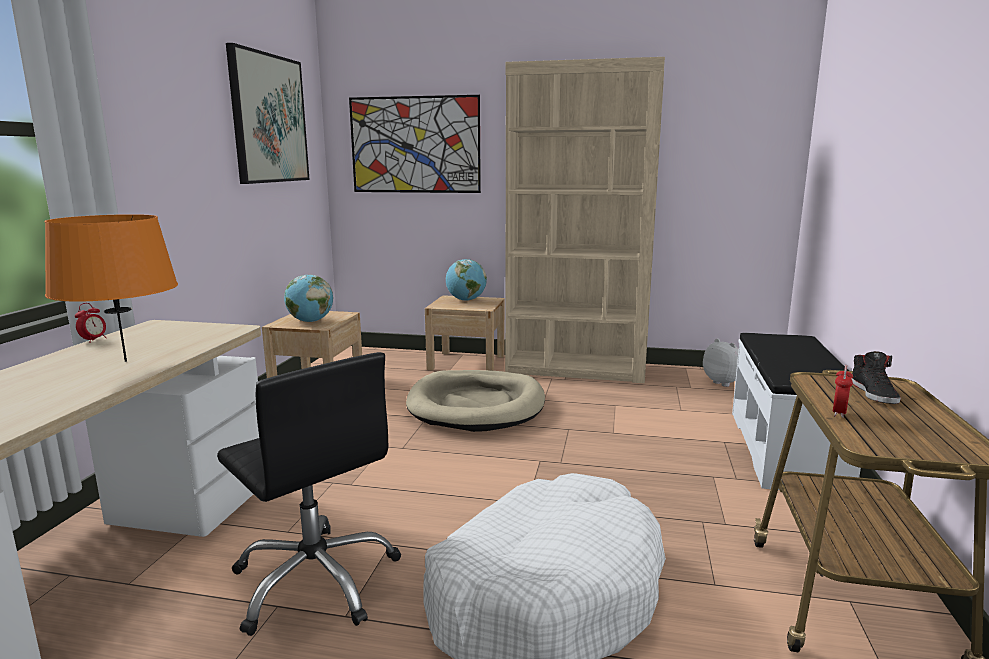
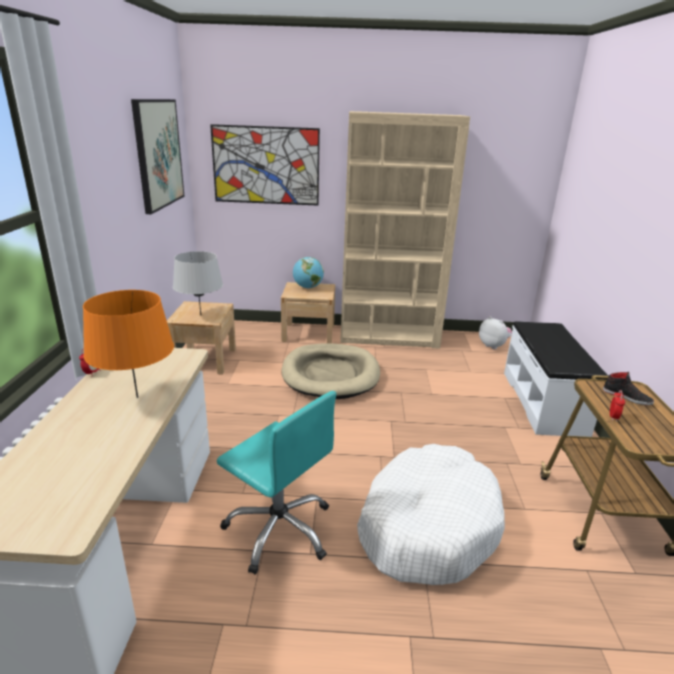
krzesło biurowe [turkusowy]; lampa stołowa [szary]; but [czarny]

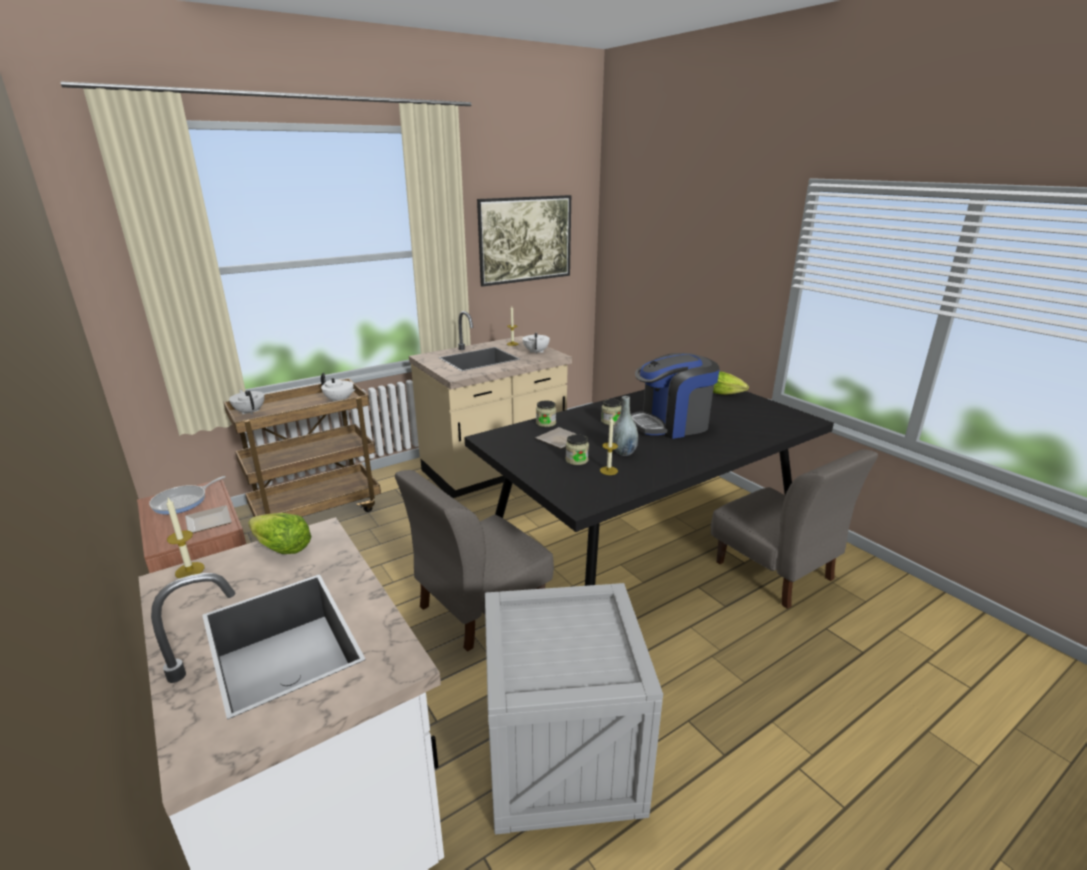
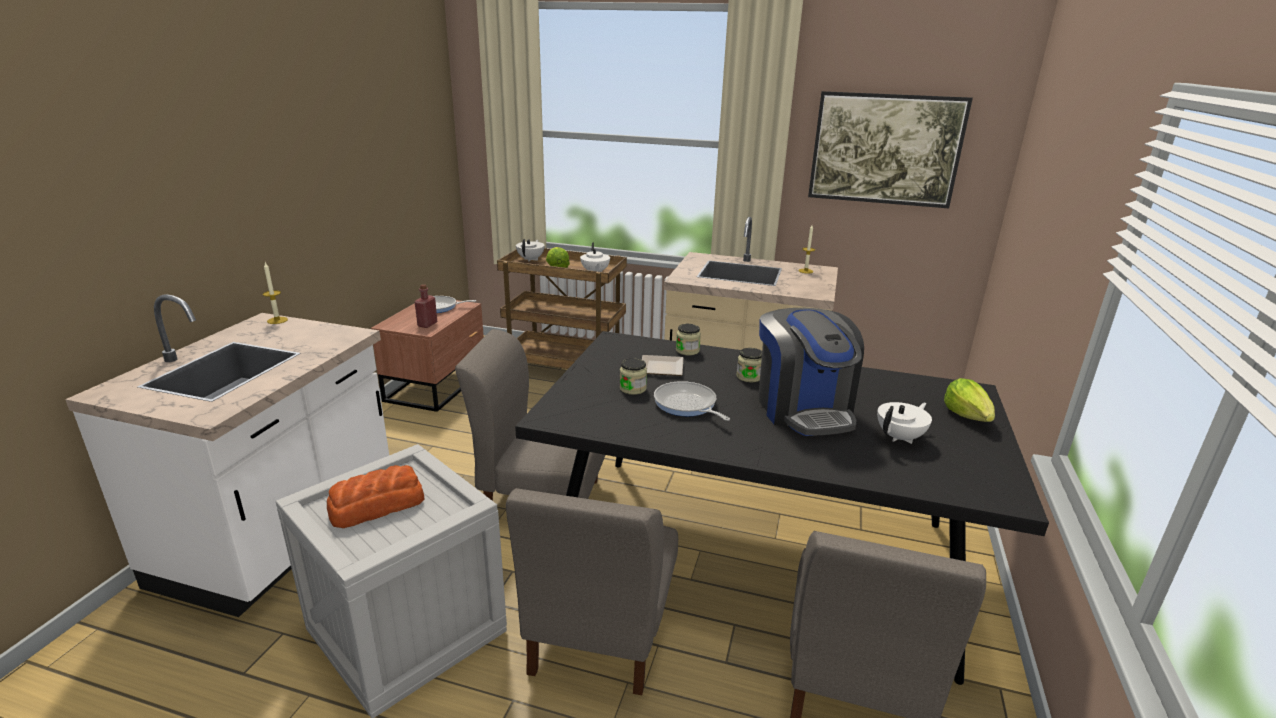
butelka [czerwony]; sałata (1st from left); imbryk [biały] (3rd from left); świeca (3rd from left in the first image); patelnia (2nd from left); ekspres do kawy; chleb; krzesło [szary] (2nd from left)

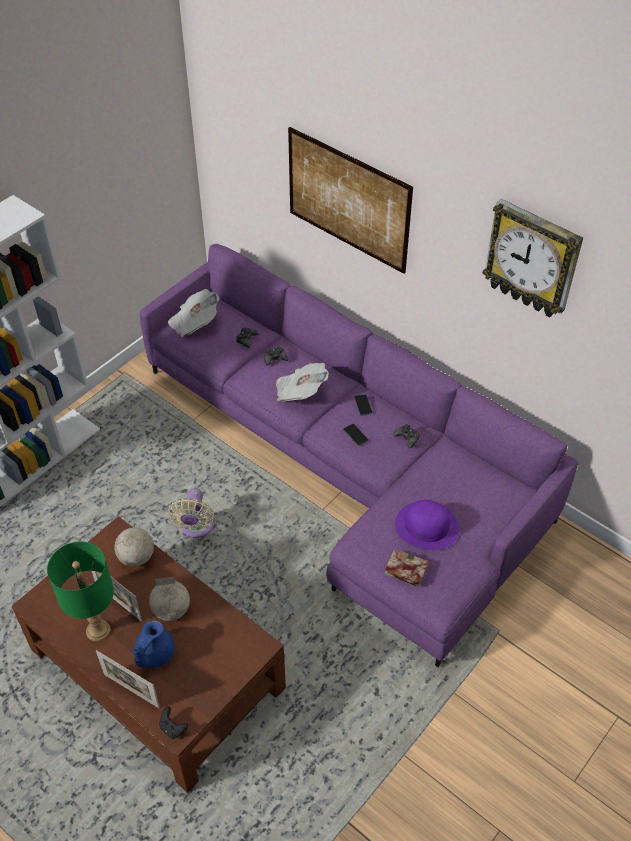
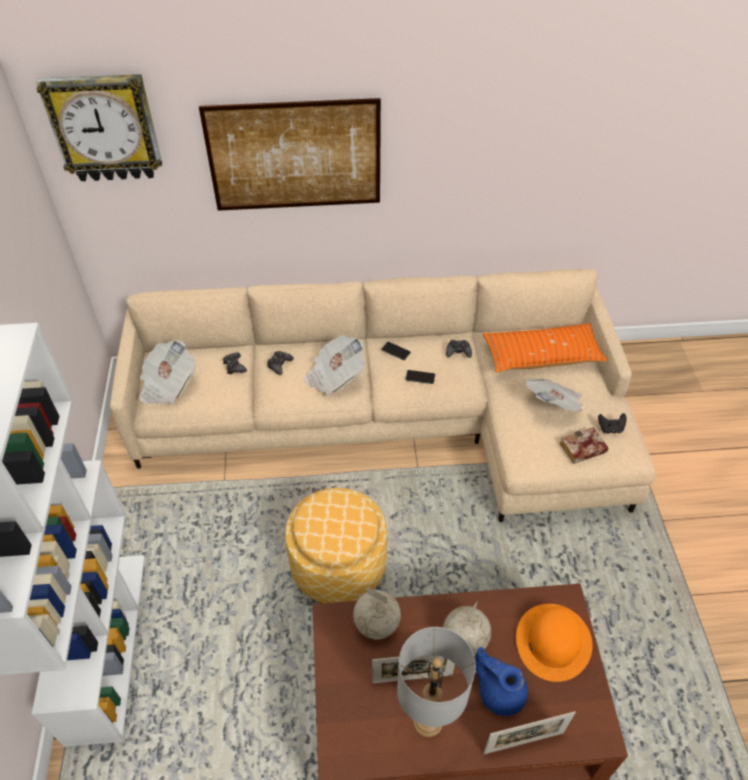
lampa stołowa [szary]; imbryk [niebieski]; kanapa [beżowy]; pad do gier [czarny] (4th from left); pufa; gazeta (3rd from left); zegar ścienny; poduszka [pomarańczowy]; kapelusz [pomarańczowy]

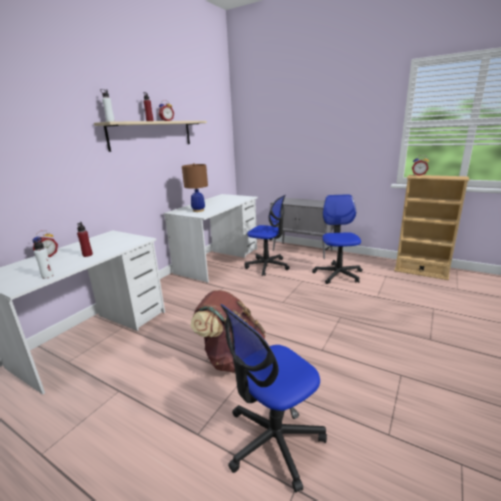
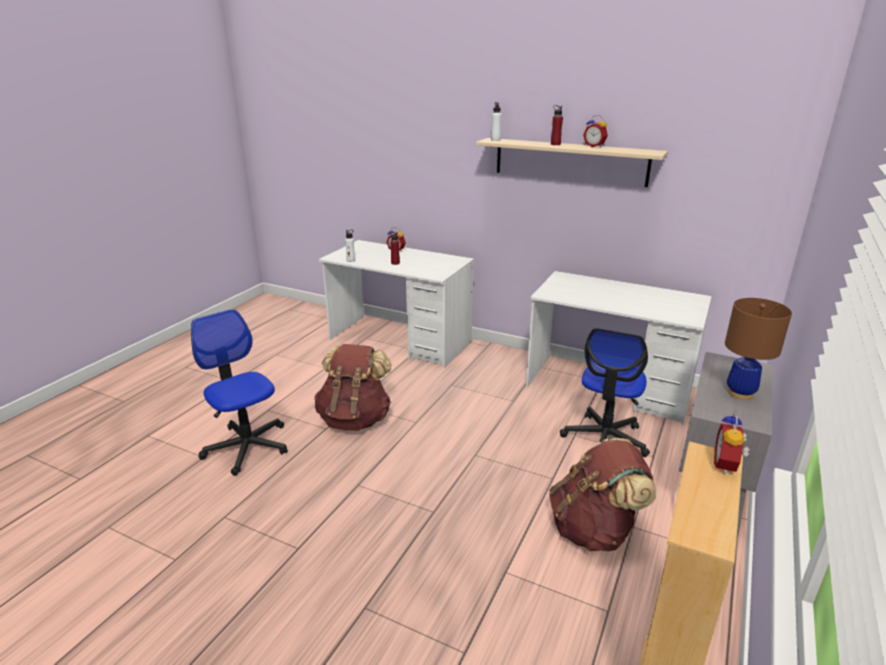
lampa stołowa [brązowy]; plecak [brązowy] (2nd from left)

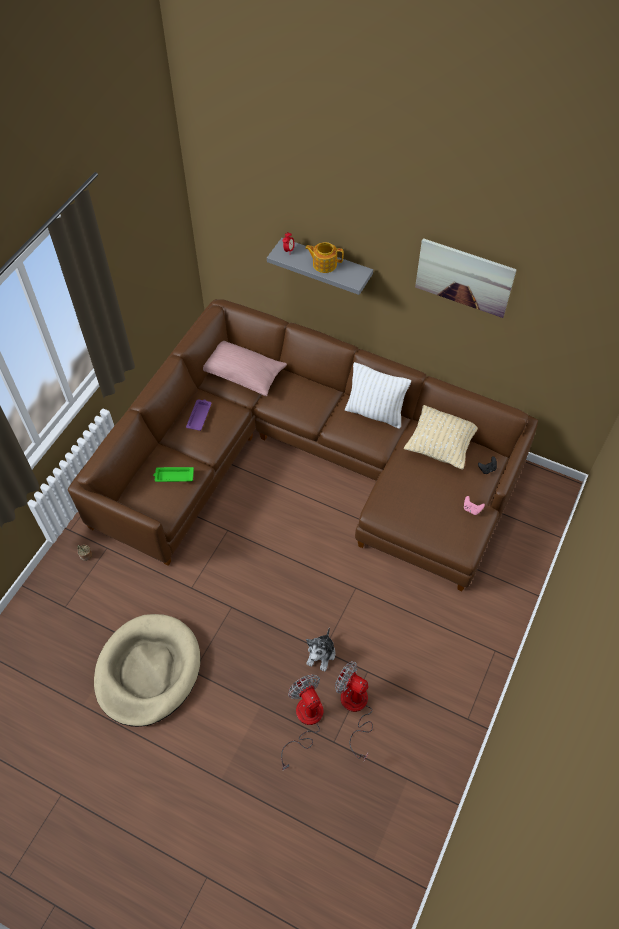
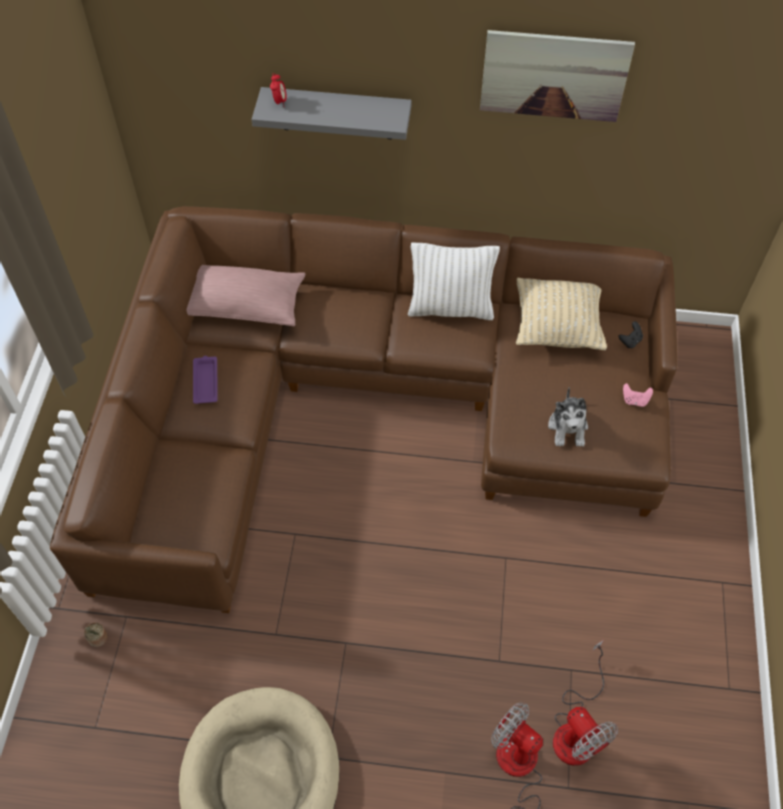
taca [zielony]; imbryk; pluszak; wentylator (2nd from left)

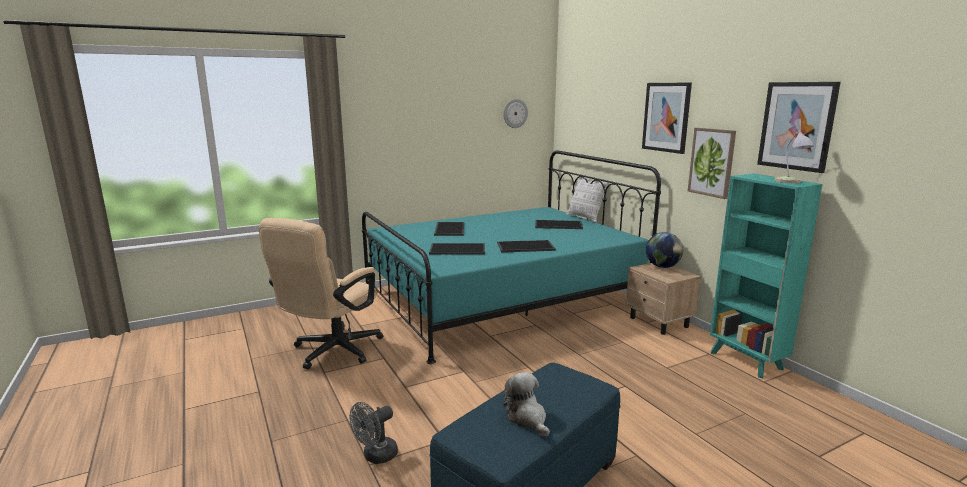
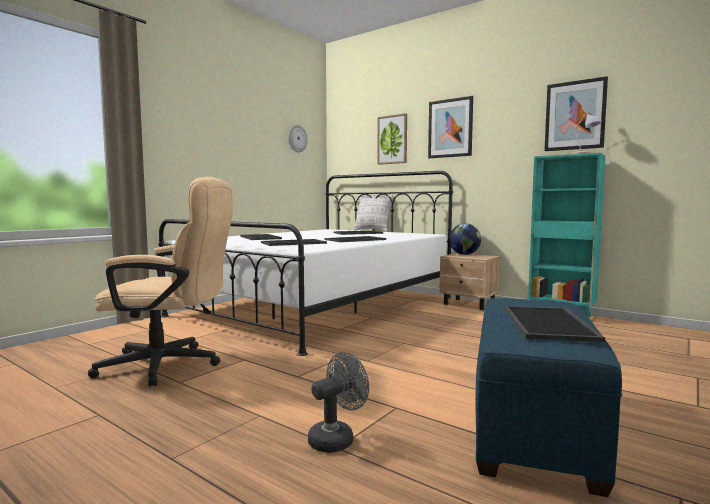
krzesło biurowe [beżowy]; wentylator [szary]; łóżko [biały]; taca (5th from left); obraz (1st from left)

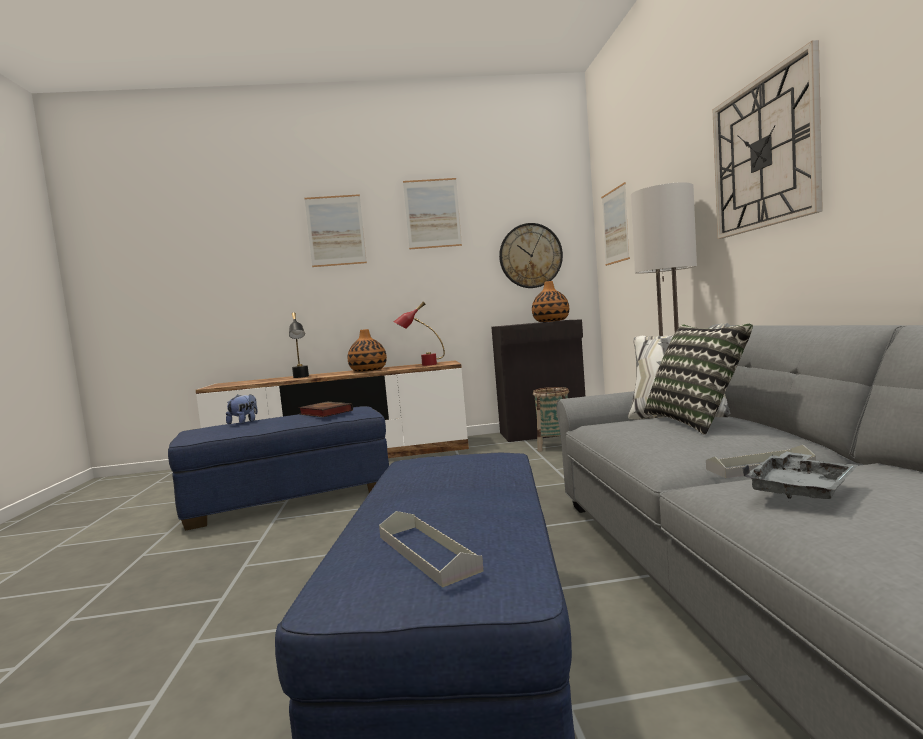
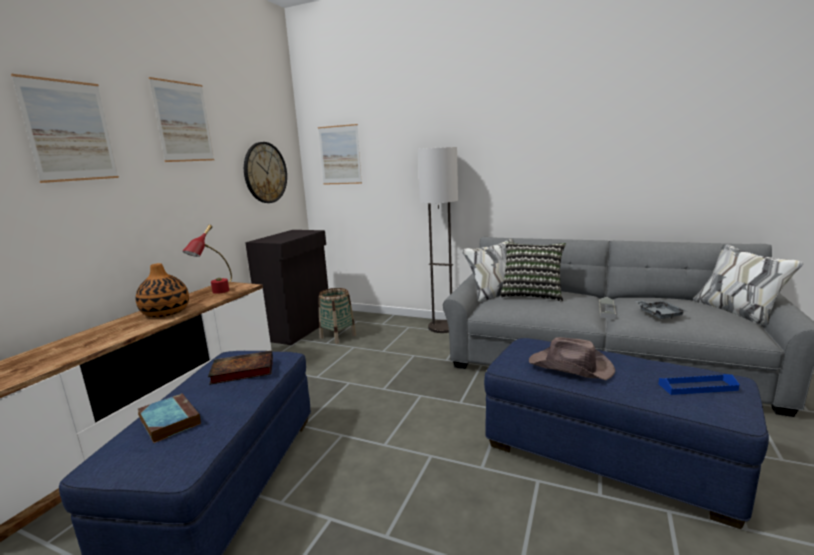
książka (1st from left); lampa stołowa [czarny]; taca [niebieski]; wazon (2nd from left in the first image); zegar ścienny (2nd from left in the first image); kapelusz [brązowy]

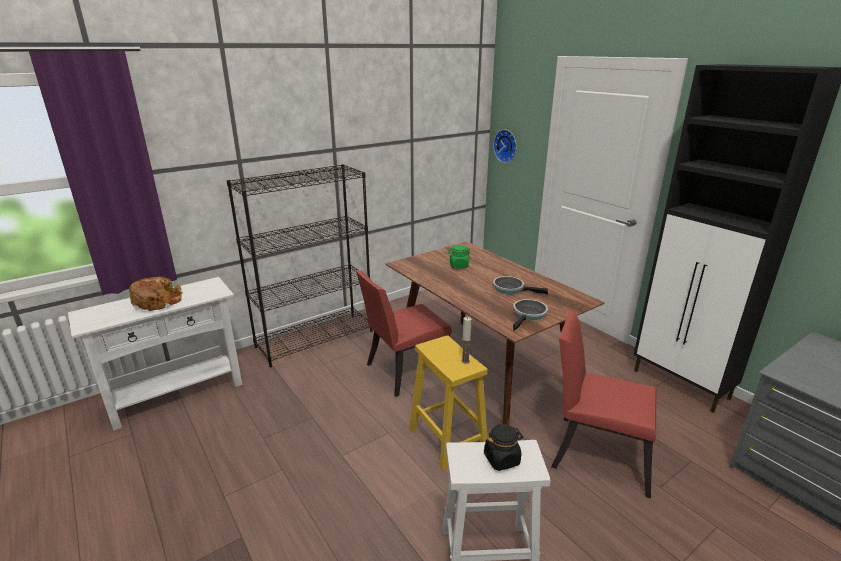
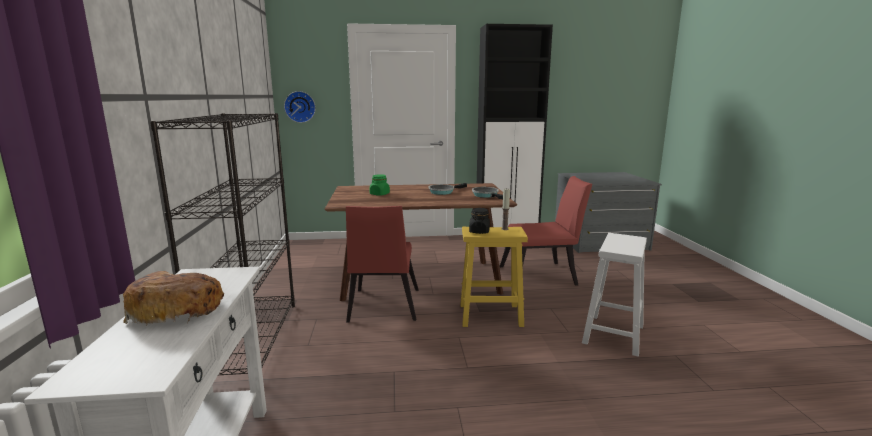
słoik [czarny]; krzesło [czerwony] (2nd from left)

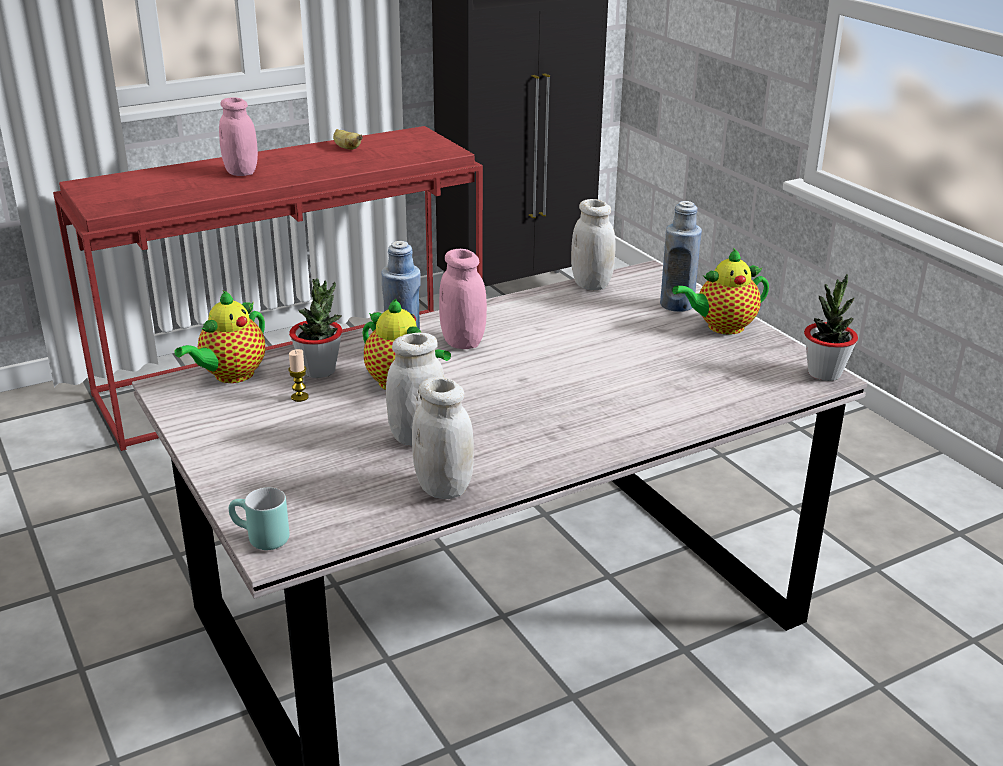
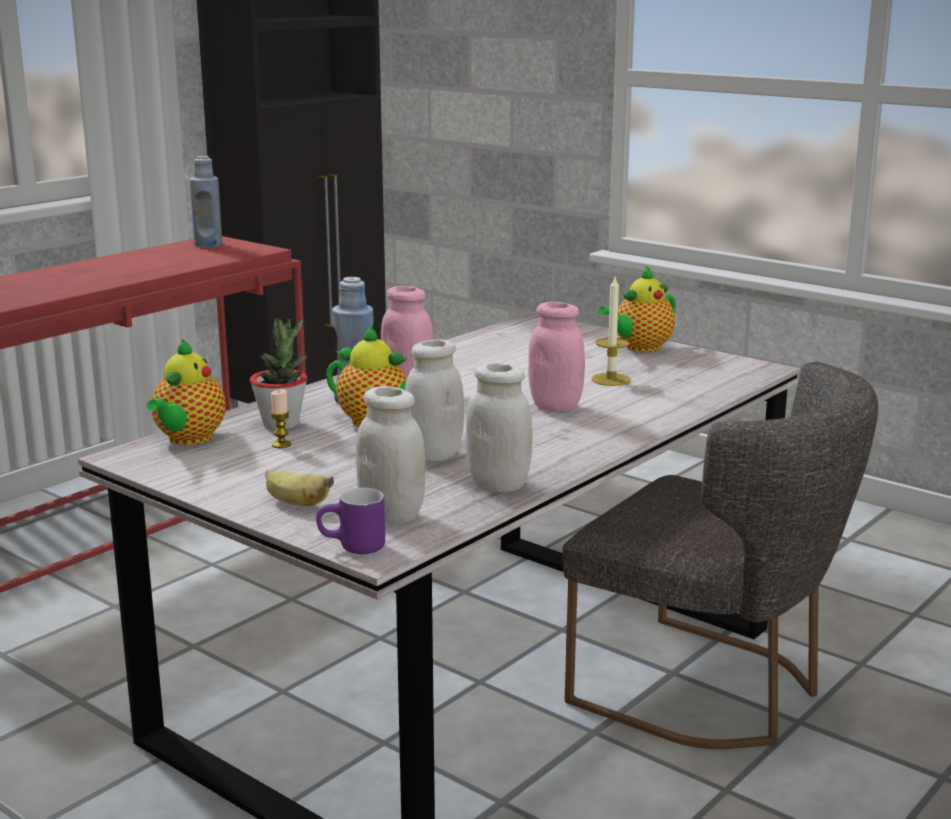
słoik [różowy] (2nd from left); kubek [fioletowy]; banan; słoik [biały] (1st from left); butelka [niebieski] (1st from left); roślina doniczkowa (2nd from left in the first image); krzesło [szary]; świeca (2nd from left)

